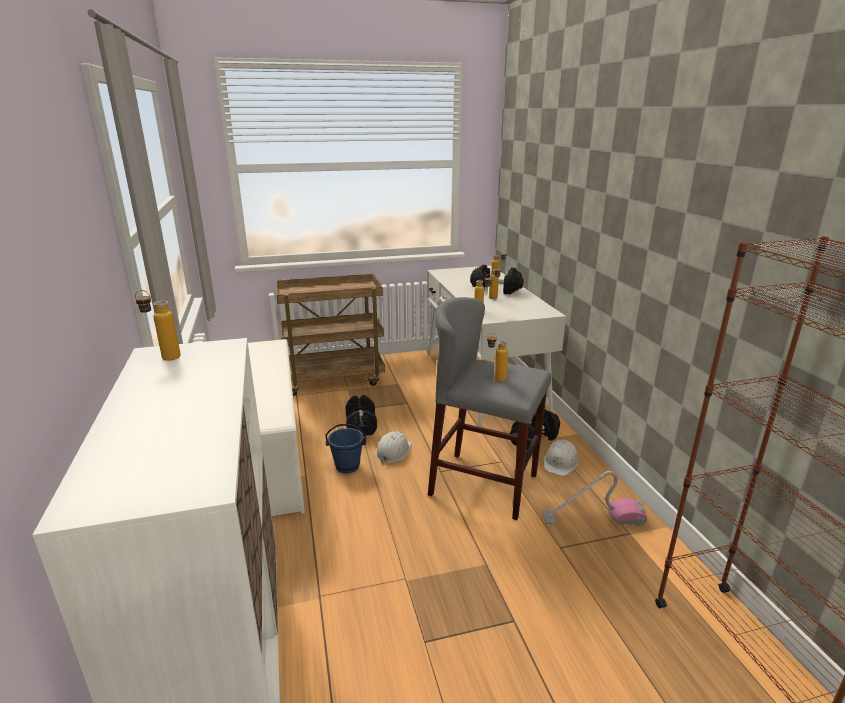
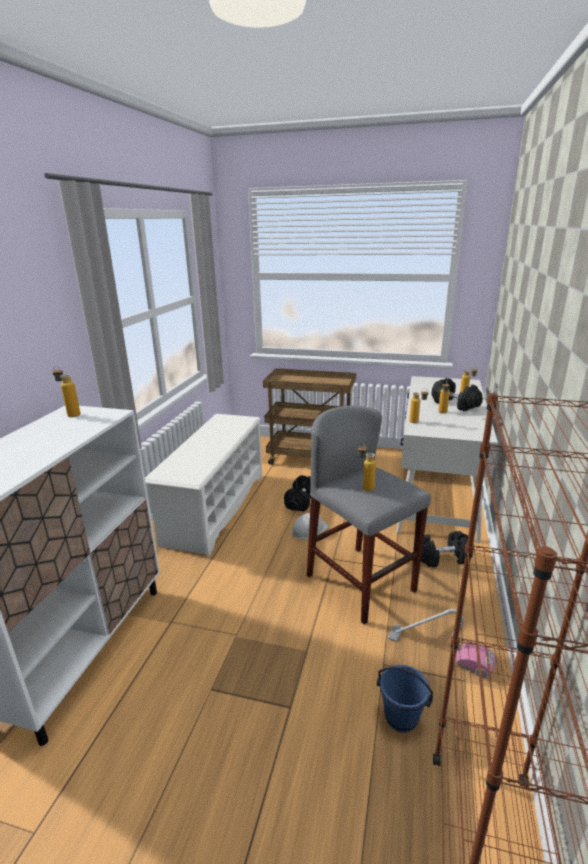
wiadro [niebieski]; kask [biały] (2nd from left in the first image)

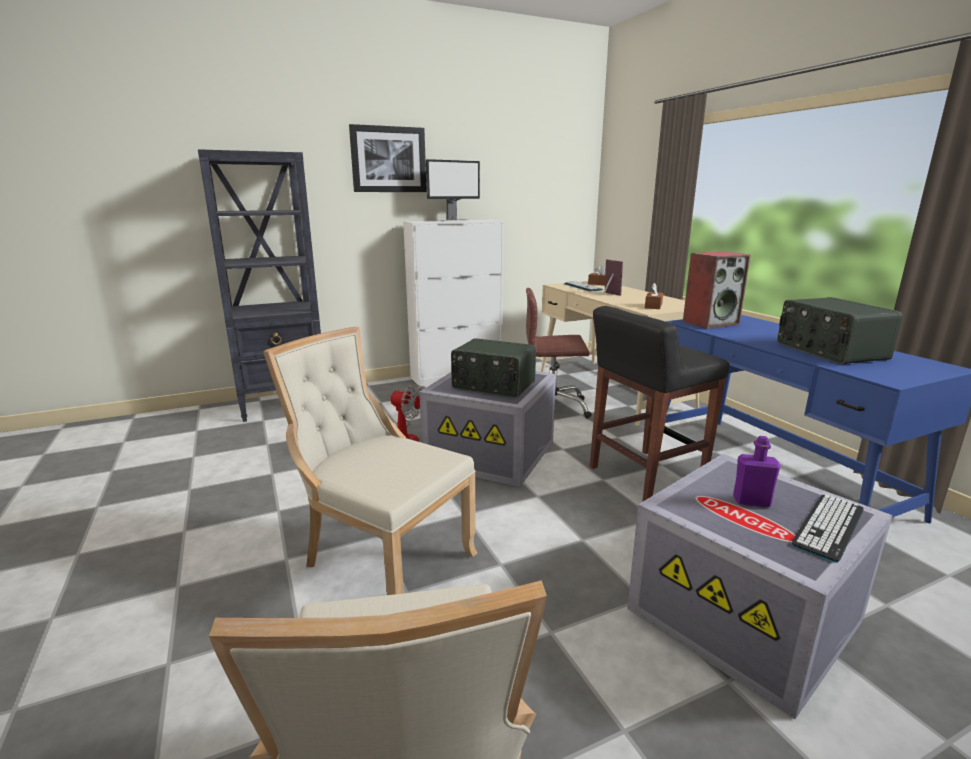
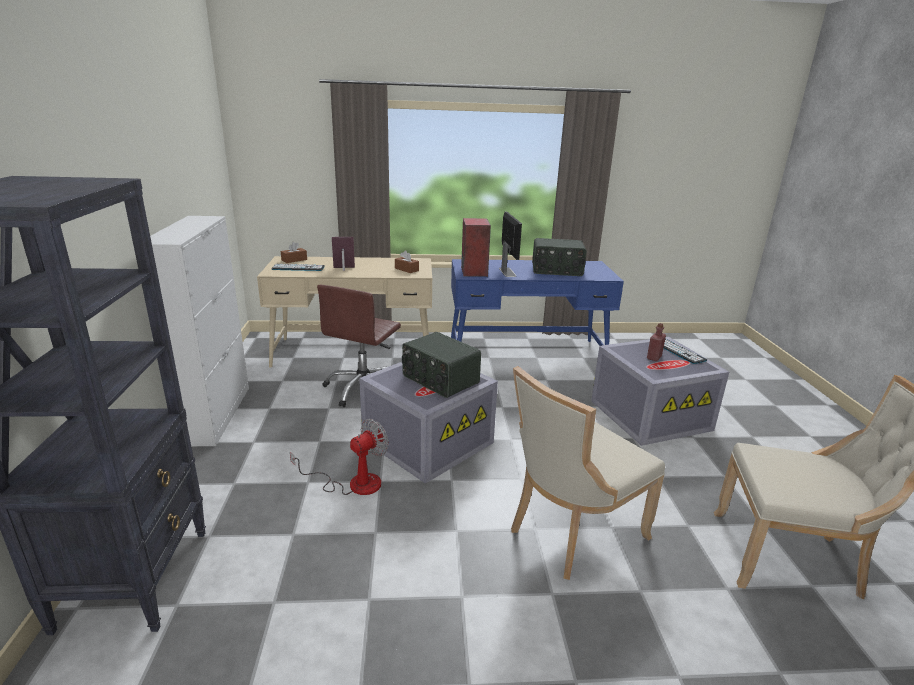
obraz; monitor; radio (1st from left); stołek [czarny]; butelka [czerwony]

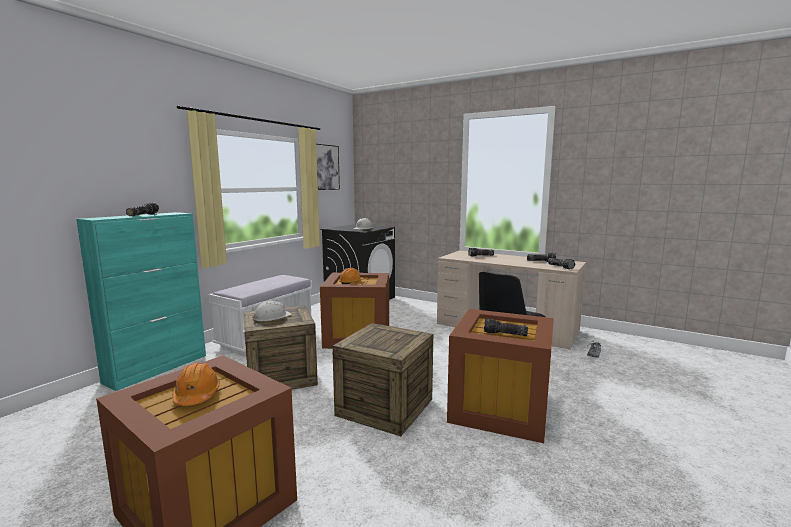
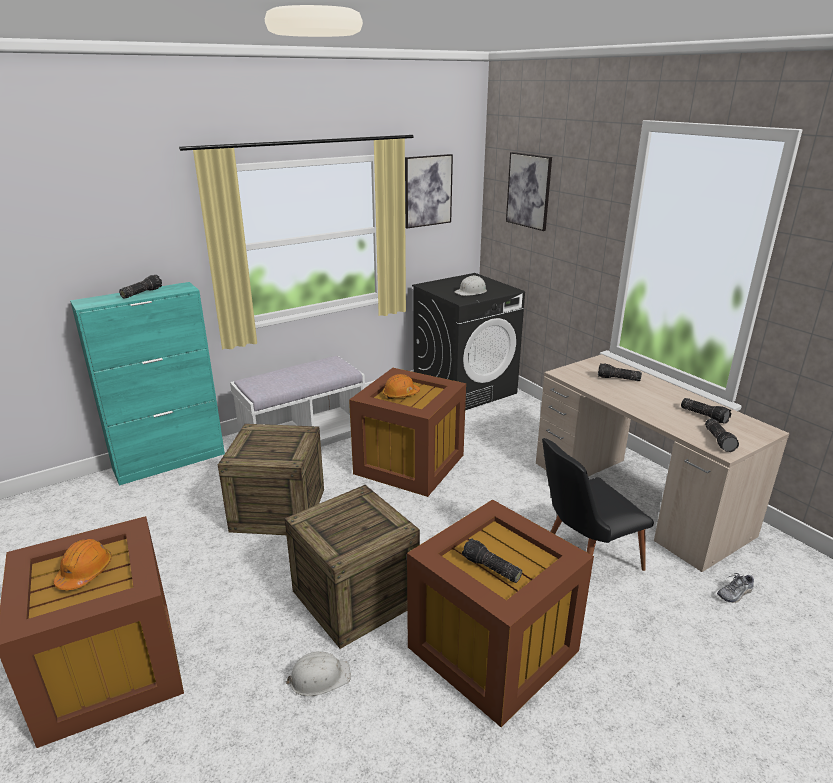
kask [biały] (1st from left); obraz (2nd from left)

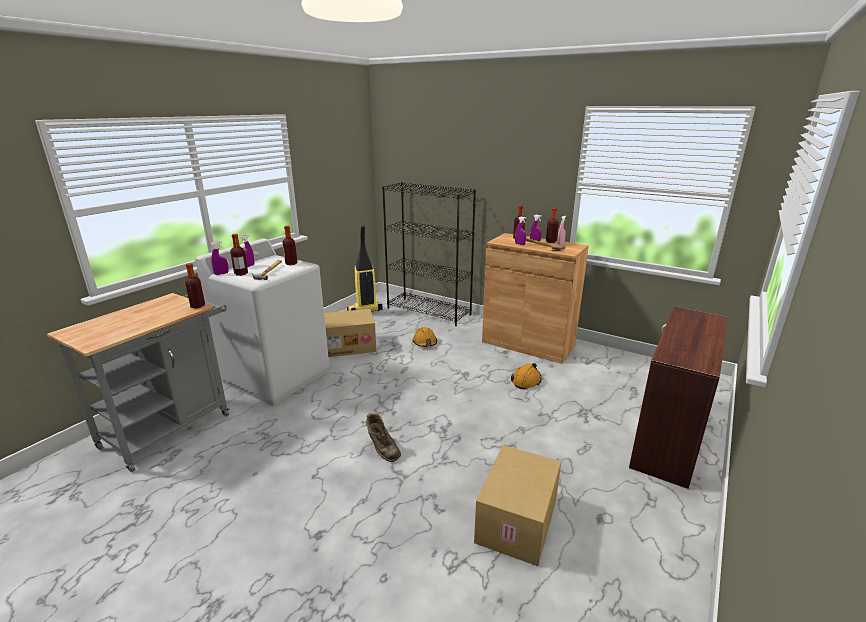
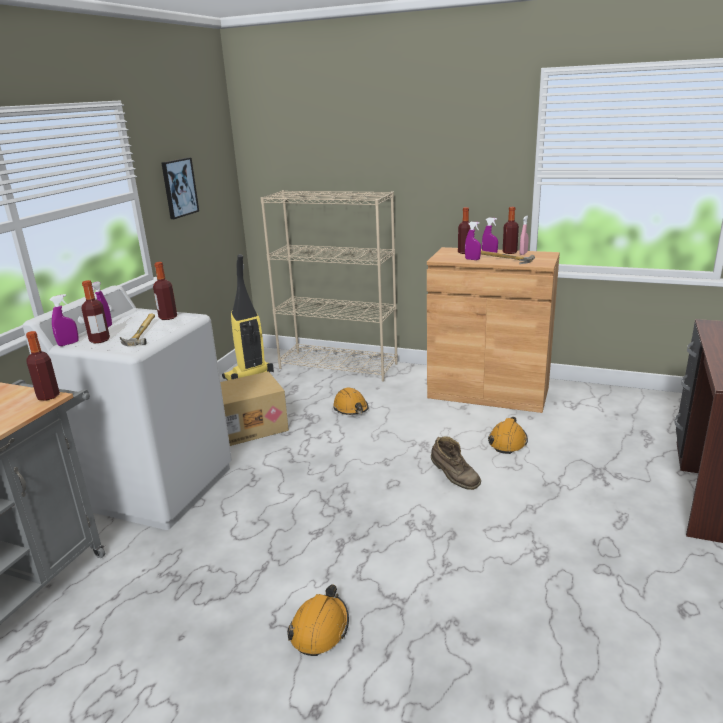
but z cholewką [brązowy]; regał [beżowy]; karton (2nd from left in the first image); obraz; kask [pomarańczowy] (1st from left)

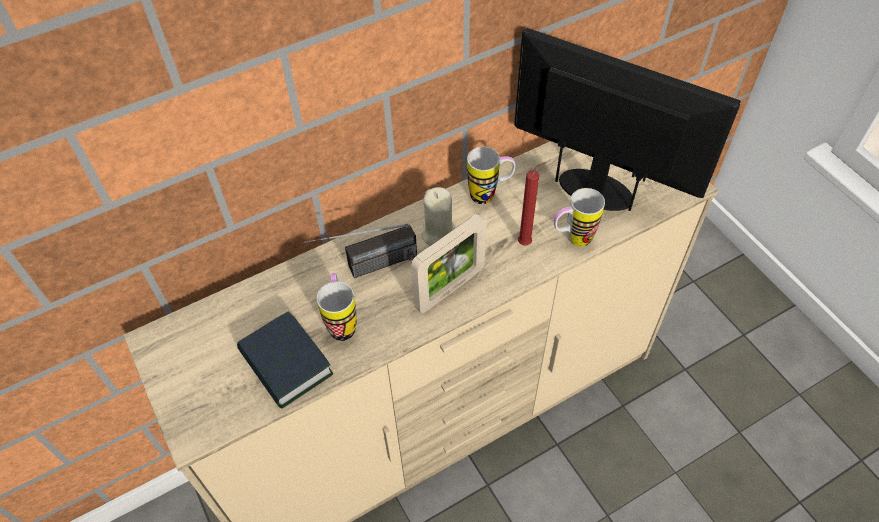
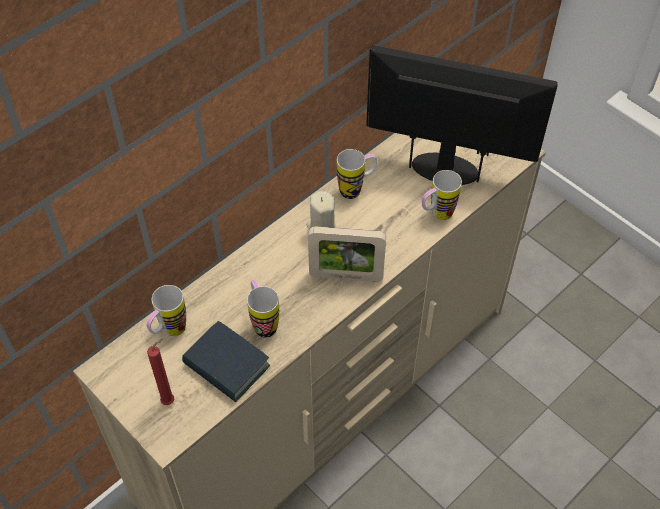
radio; ramka na zdjęcie; świeca [czerwony]; kubek (1st from left)

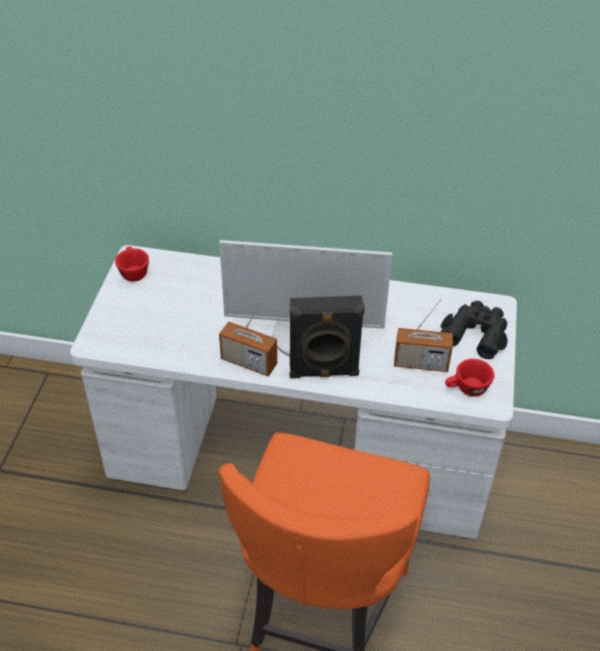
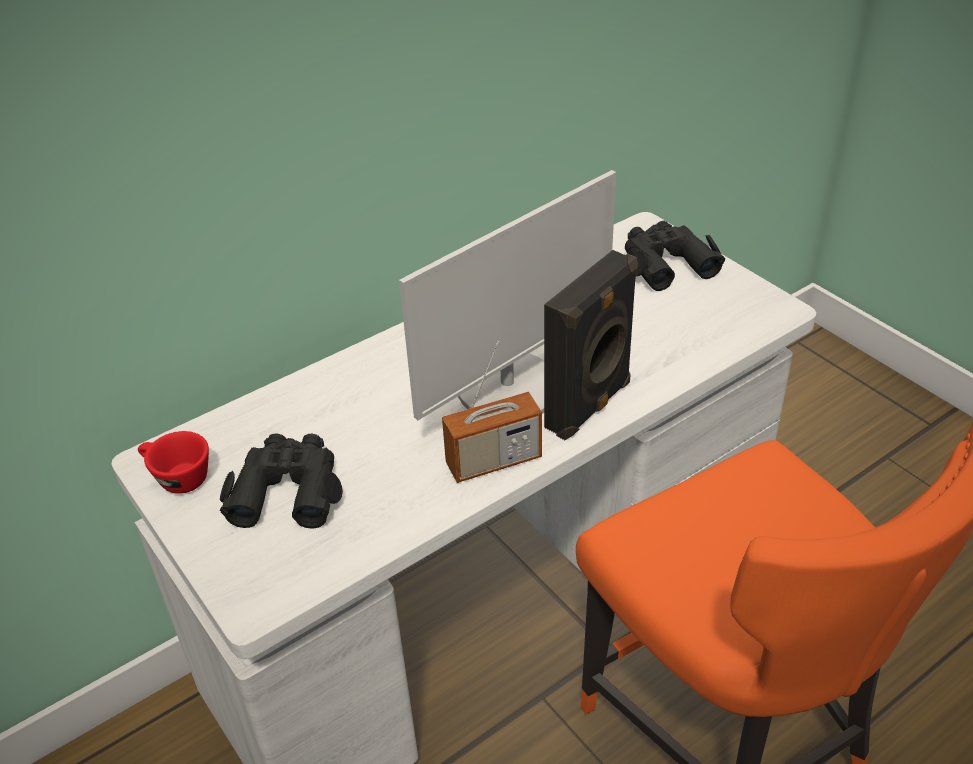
radio (2nd from left in the first image); filiżanka [czerwony] (2nd from left in the first image); lornetka [czarny] (1st from left)

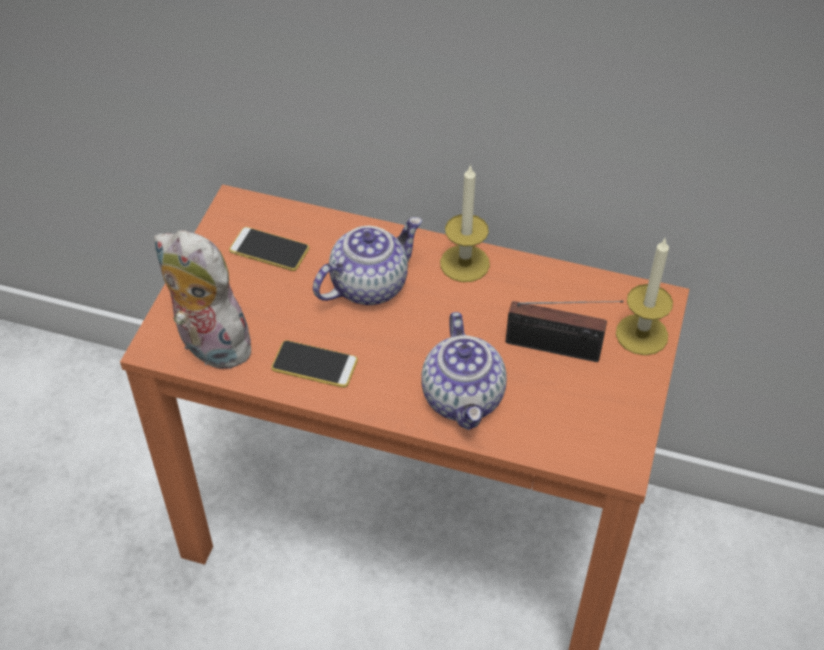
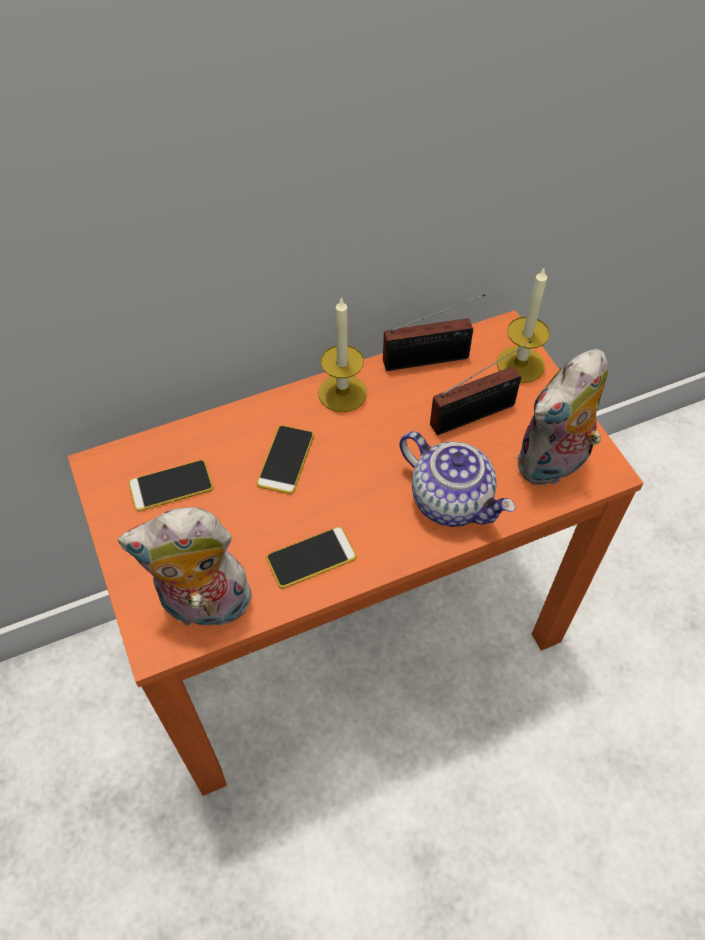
telefon (2nd from left); radio (1st from left); pluszak (2nd from left)

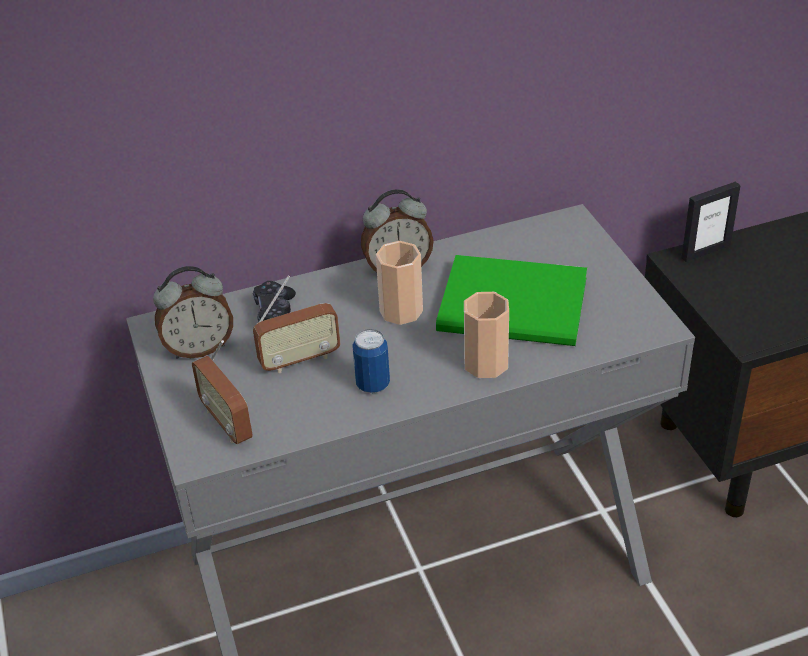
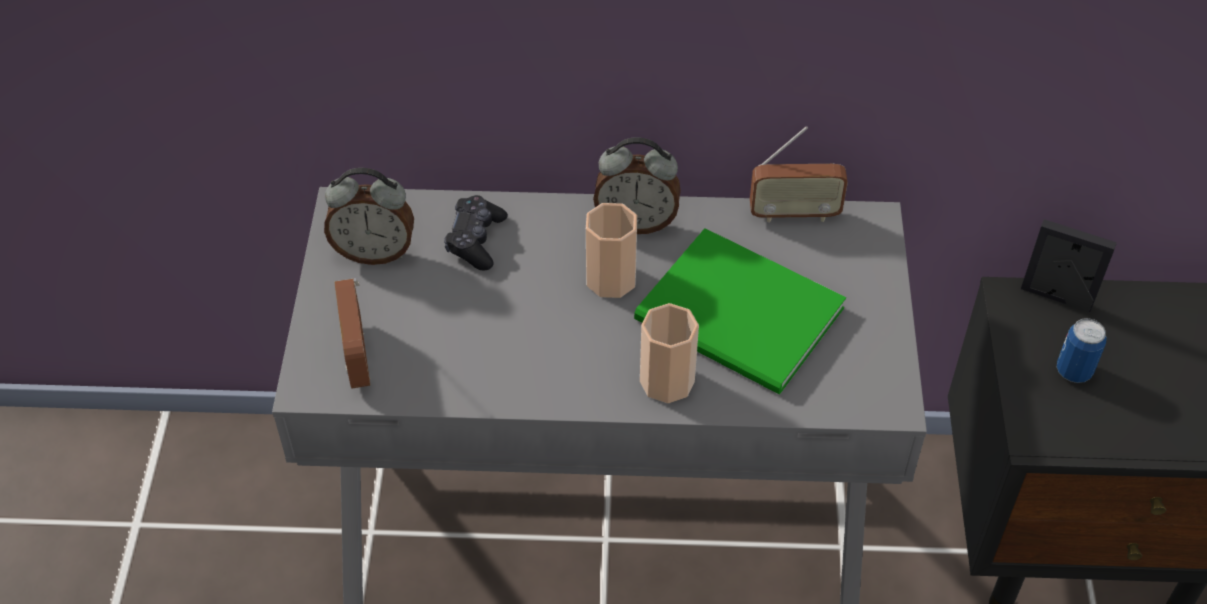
radio (2nd from left); puszka; ramka na zdjęcie

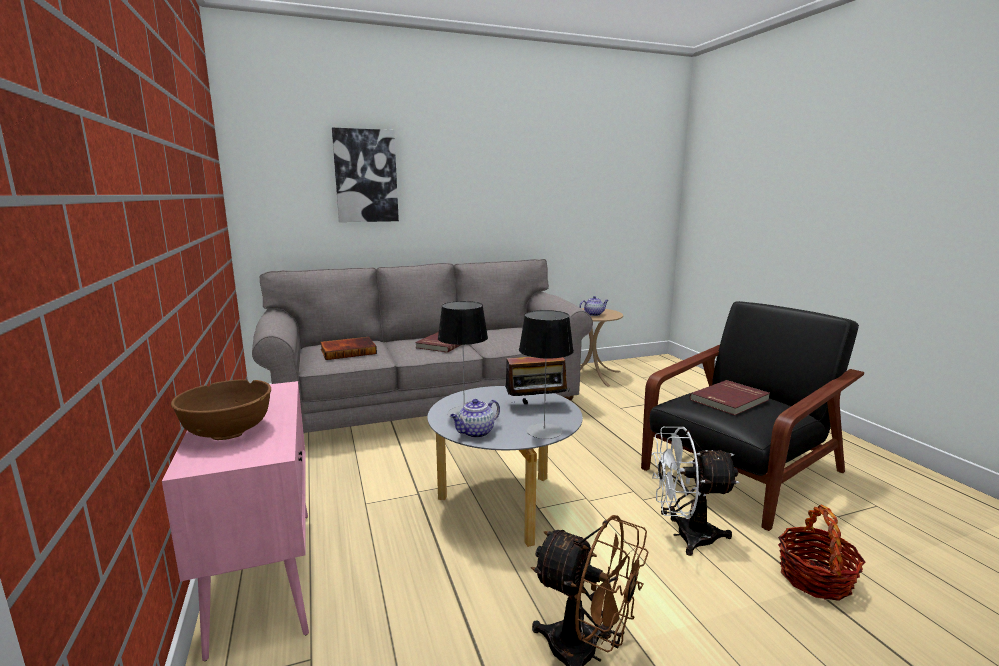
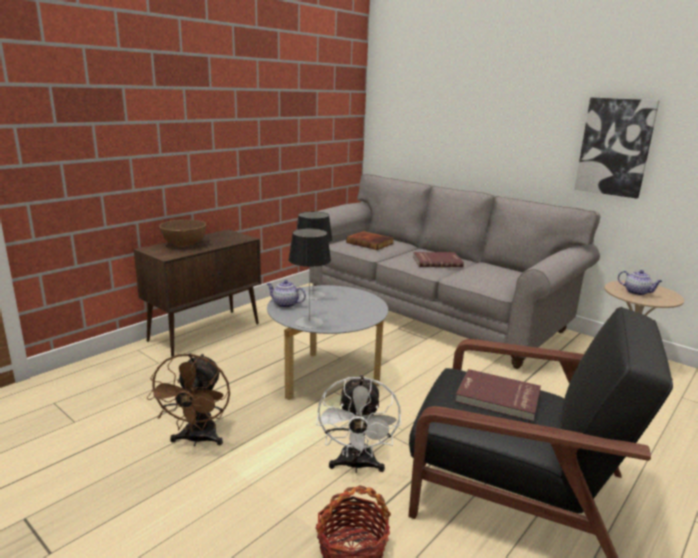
szafka [brązowy]; obraz; radio; wentylator [biały]

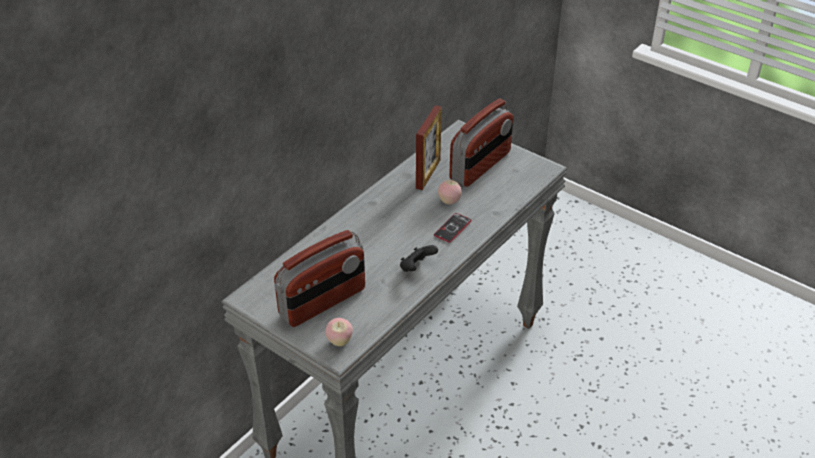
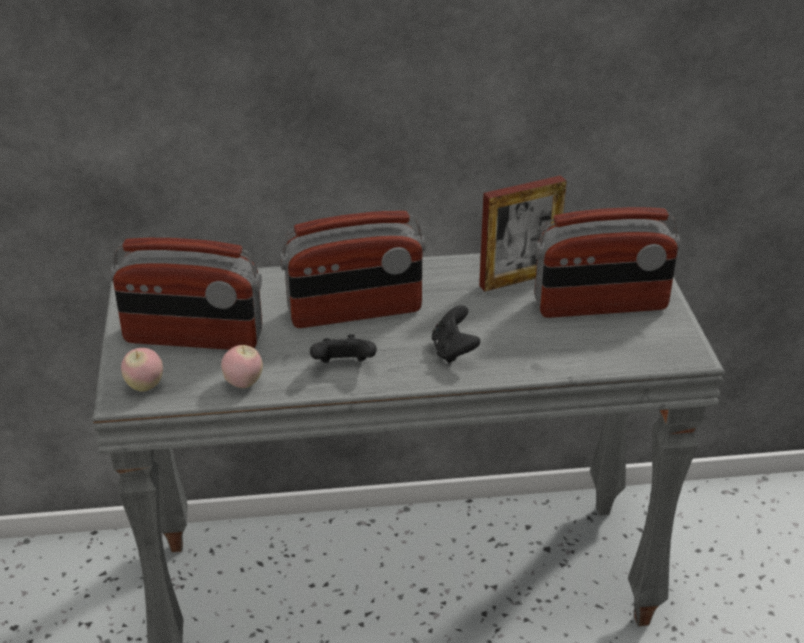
pad do gier [czarny] (2nd from left); jabłko (2nd from left); radio (2nd from left)

